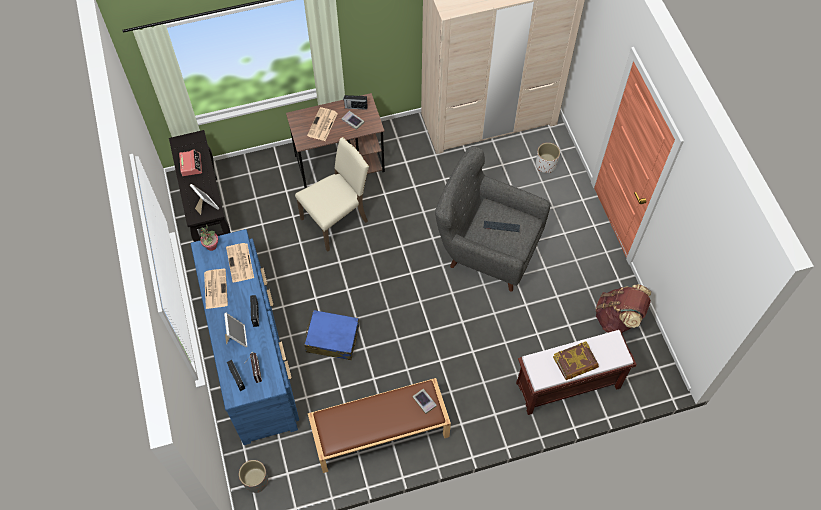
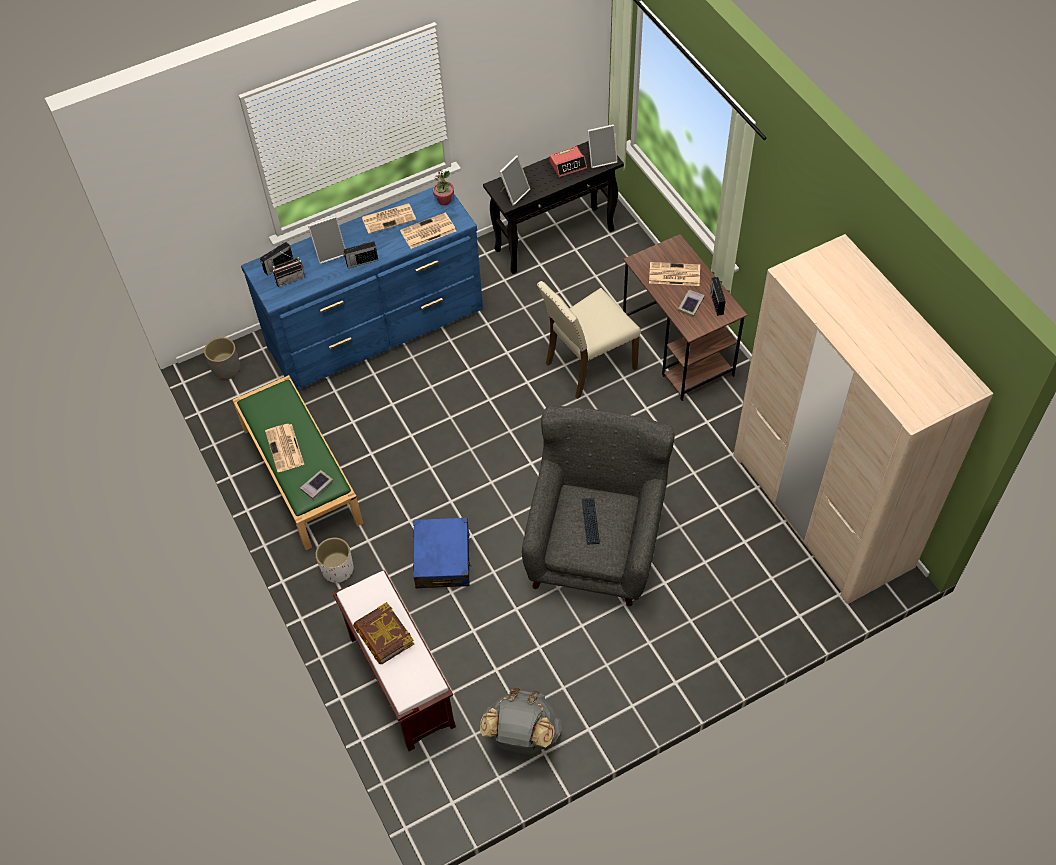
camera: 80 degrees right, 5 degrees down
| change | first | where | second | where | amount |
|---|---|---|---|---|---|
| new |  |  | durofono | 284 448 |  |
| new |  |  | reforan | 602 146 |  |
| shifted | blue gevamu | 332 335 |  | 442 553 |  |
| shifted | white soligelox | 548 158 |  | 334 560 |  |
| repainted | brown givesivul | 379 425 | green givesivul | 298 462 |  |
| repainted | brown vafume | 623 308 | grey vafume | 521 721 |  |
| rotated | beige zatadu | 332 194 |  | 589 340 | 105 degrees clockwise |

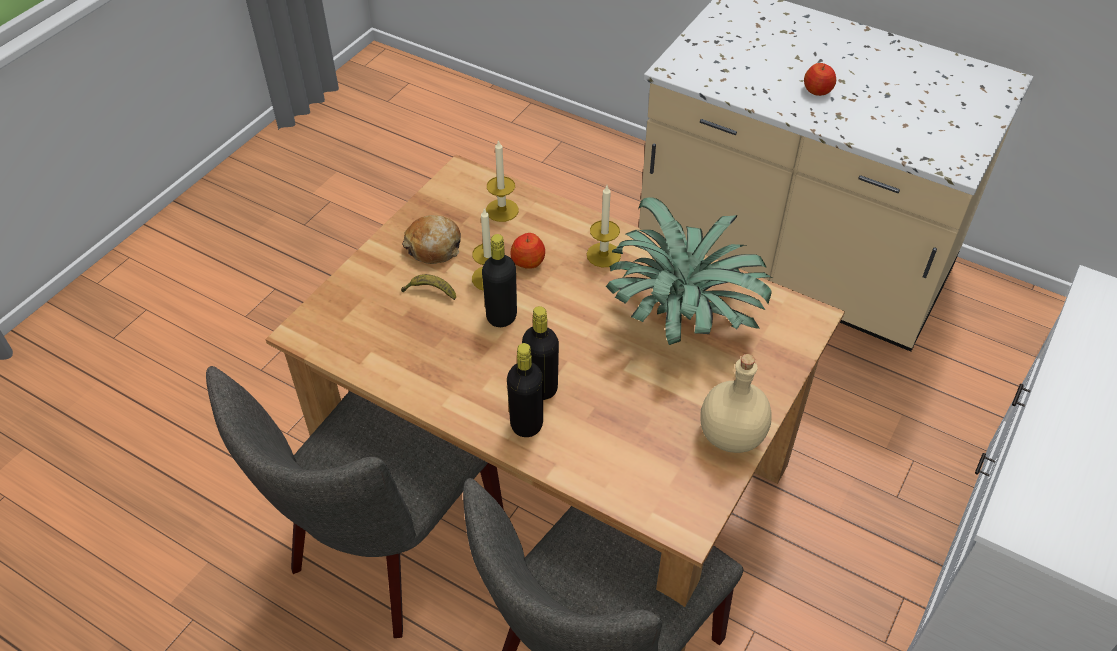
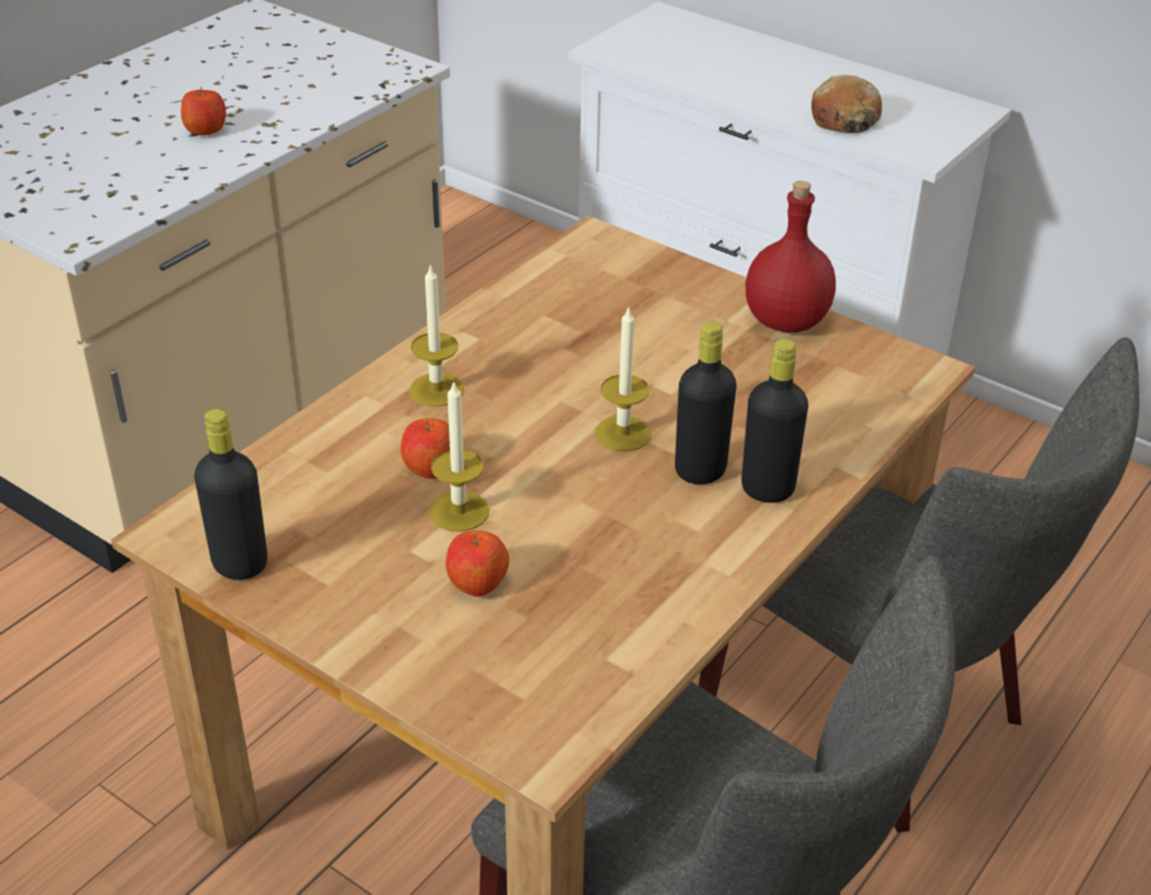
camera: 85 degrees left, 10 degrees down
| change | first | where | second | where | amount |
|---|---|---|---|---|---|
| gone | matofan | 689 271 |  |  |  |
| shifted | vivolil | 431 239 |  | 846 104 |  |
| shifted | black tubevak | 499 280 |  | 231 494 |  |
| shifted | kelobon | 502 181 |  | 623 379 |  |
| swapped | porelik | 428 287 | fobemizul | 477 564 |  |
| repainted | beige tubevak | 736 403 | red tubevak | 790 256 |  |

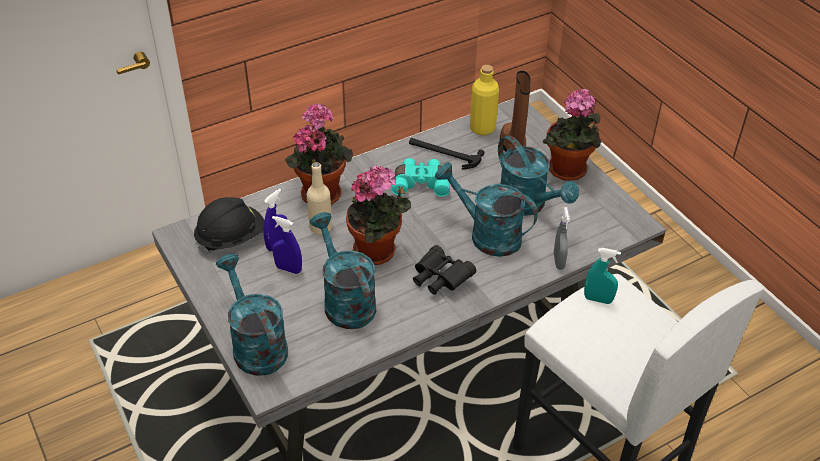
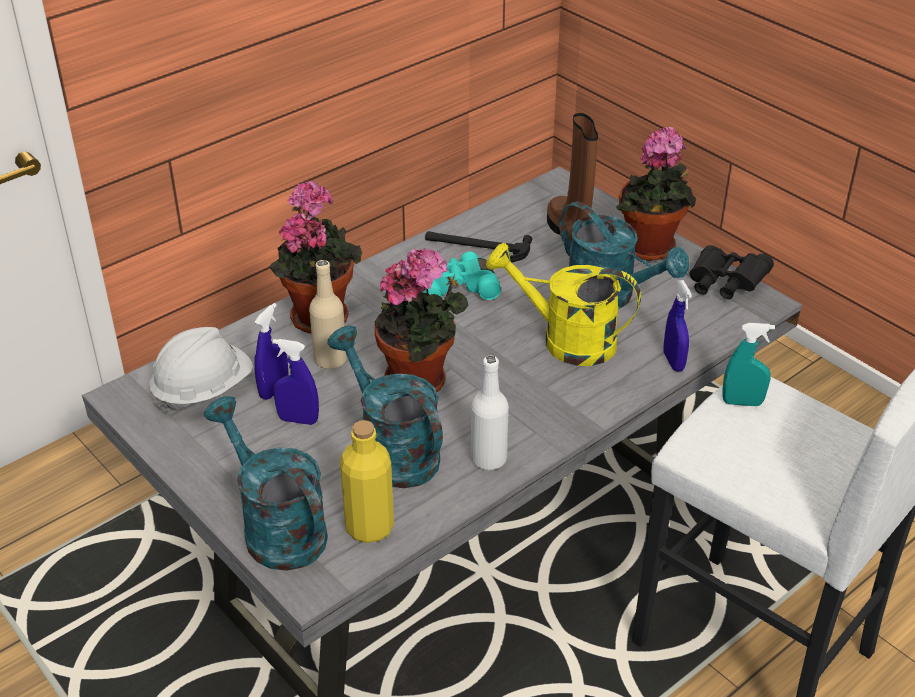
camera: 10 degrees left, 5 degrees down
| change | first | where | second | where | amount |
|---|---|---|---|---|---|
| new |  |  | white tubevak | 490 413 |  |
| shifted | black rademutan | 444 270 |  | 731 272 |  |
| shifted | yellow tubevak | 484 100 |  | 367 481 |  |
| repainted | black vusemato | 229 224 | white vusemato | 201 370 |  |
| repainted | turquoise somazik | 486 209 | yellow somazik | 563 304 |  |
| repainted | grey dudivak | 562 238 | blue dudivak | 677 325 |  |

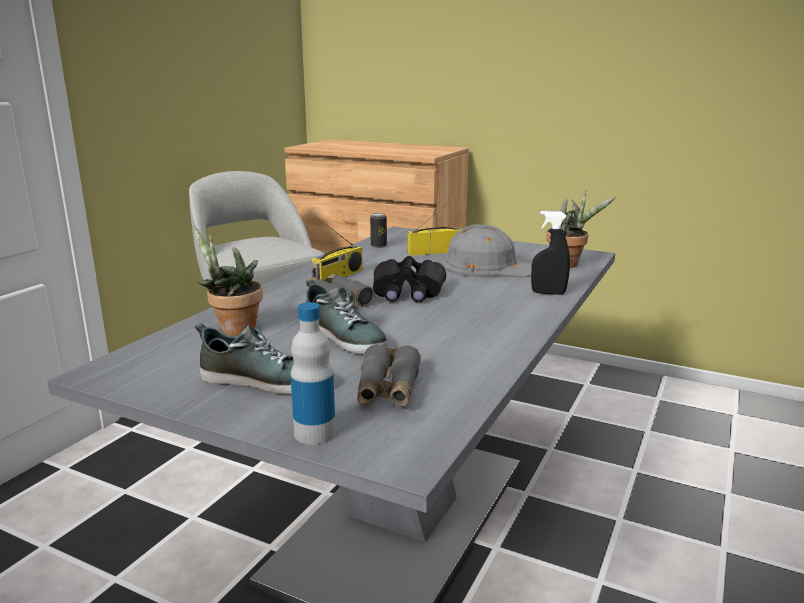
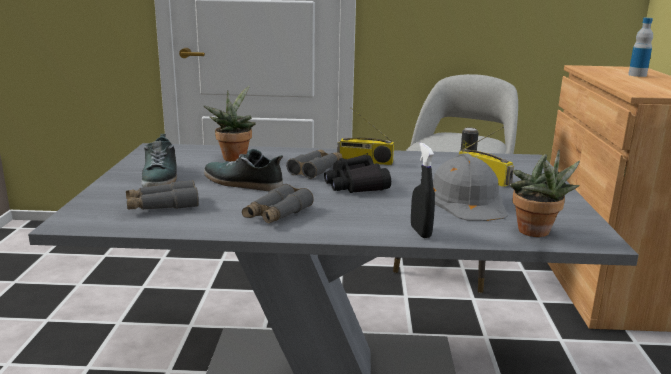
camera: 65 degrees right, 0 degrees up
| change | first | where | second | where | amount |
|---|---|---|---|---|---|
| new |  |  | grey rademutan | 278 204 |  |
| shifted | tubevak | 313 373 |  | 640 47 |  |
| rotated | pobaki | 347 317 |  | 243 170 | 90 degrees clockwise |

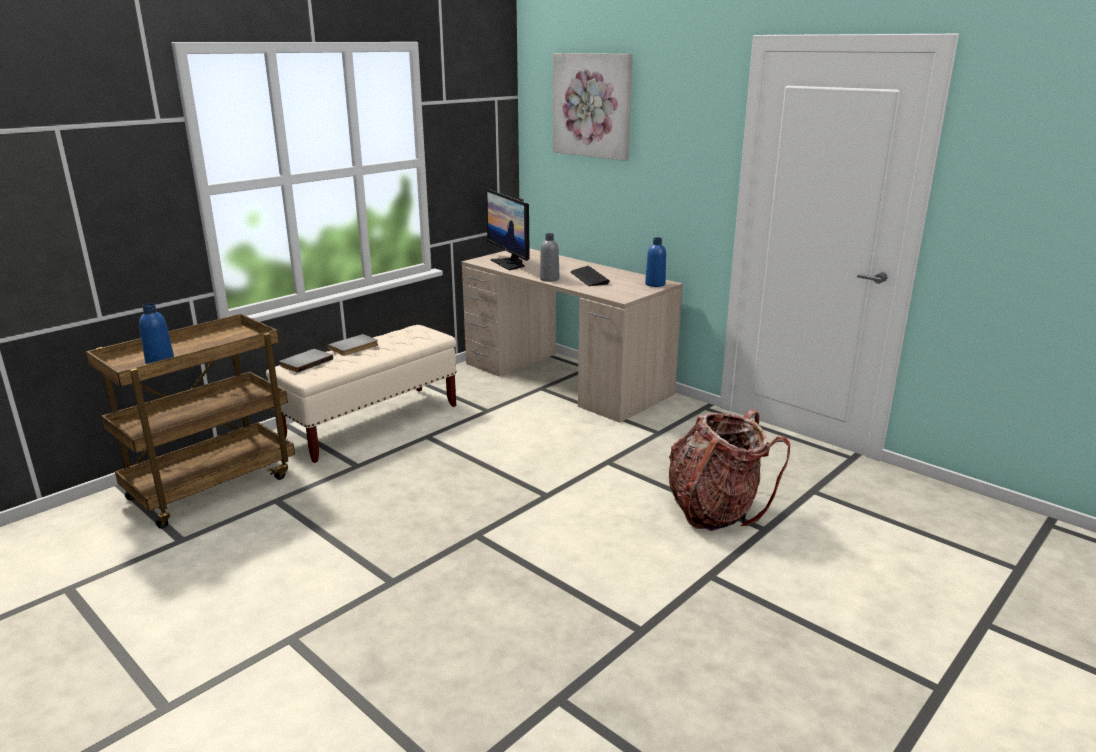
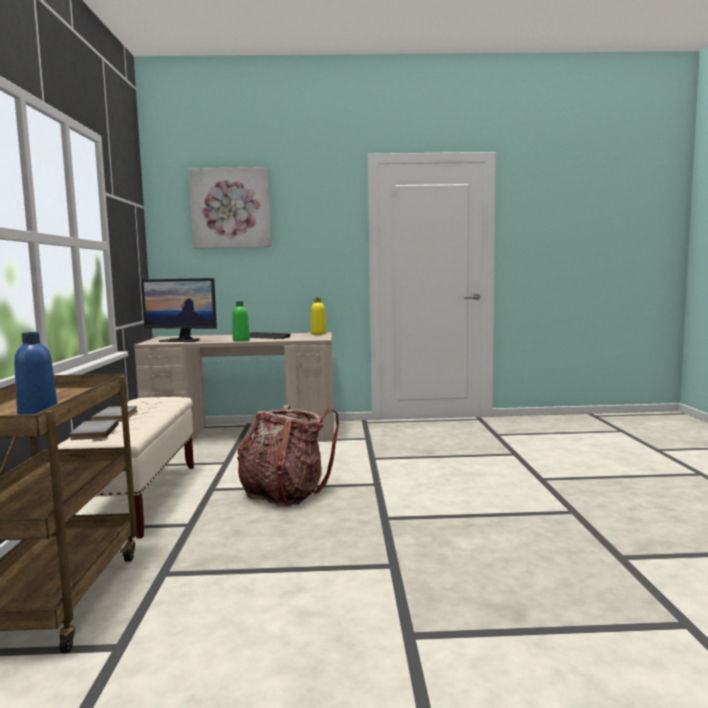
camera: 45 degrees left, 15 degrees down
| change | first | where | second | where | amount |
|---|---|---|---|---|---|
| shifted | vafume | 729 470 |  | 288 456 |  |
| repainted | grey tubevak | 549 257 | green tubevak | 241 321 |  |
| repainted | blue tubevak | 655 262 | yellow tubevak | 318 316 |  |

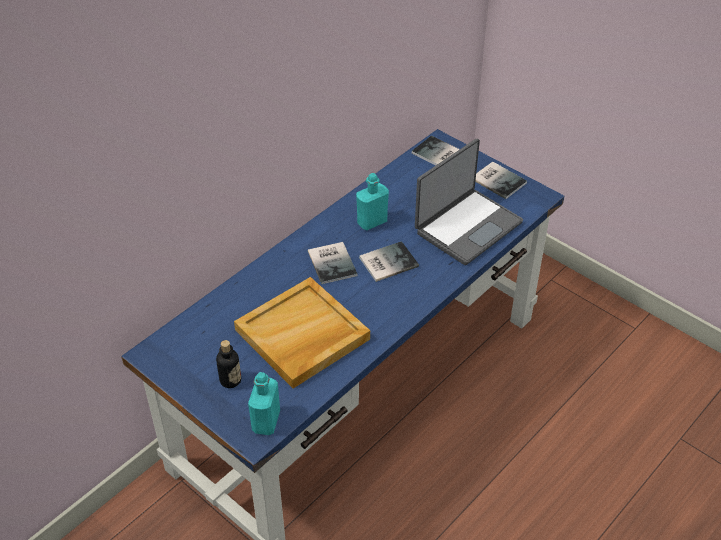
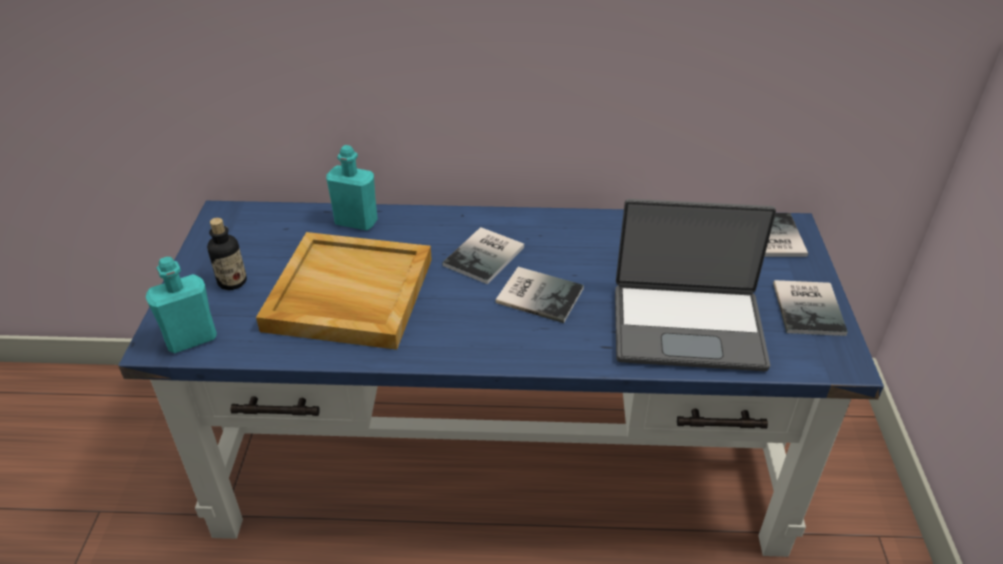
camera: 50 degrees right, 5 degrees down
| change | first | where | second | where | amount |
|---|---|---|---|---|---|
| shifted | turquoise tubevak | 372 201 |  | 352 188 |  |

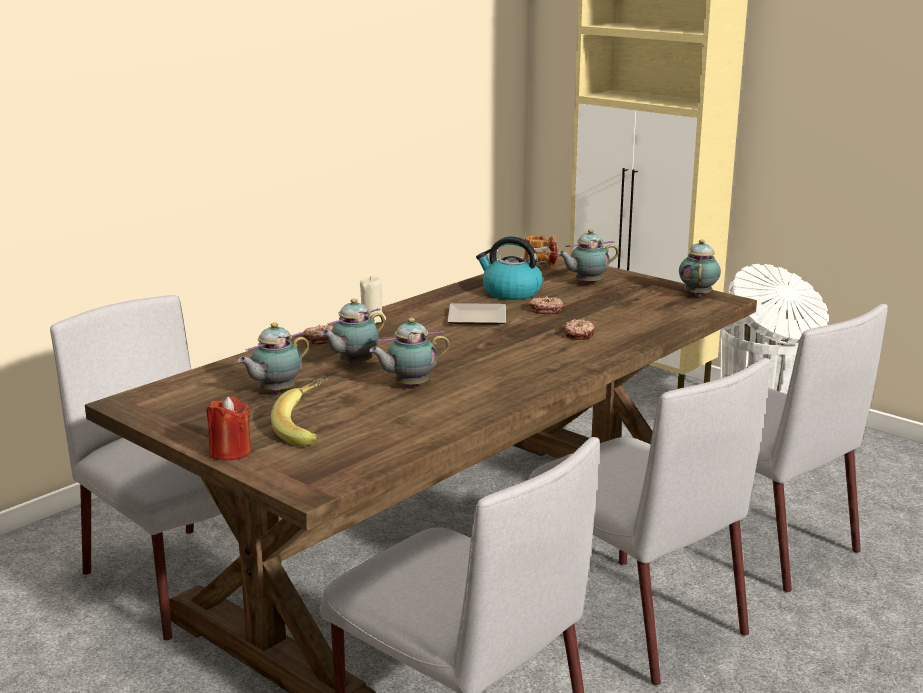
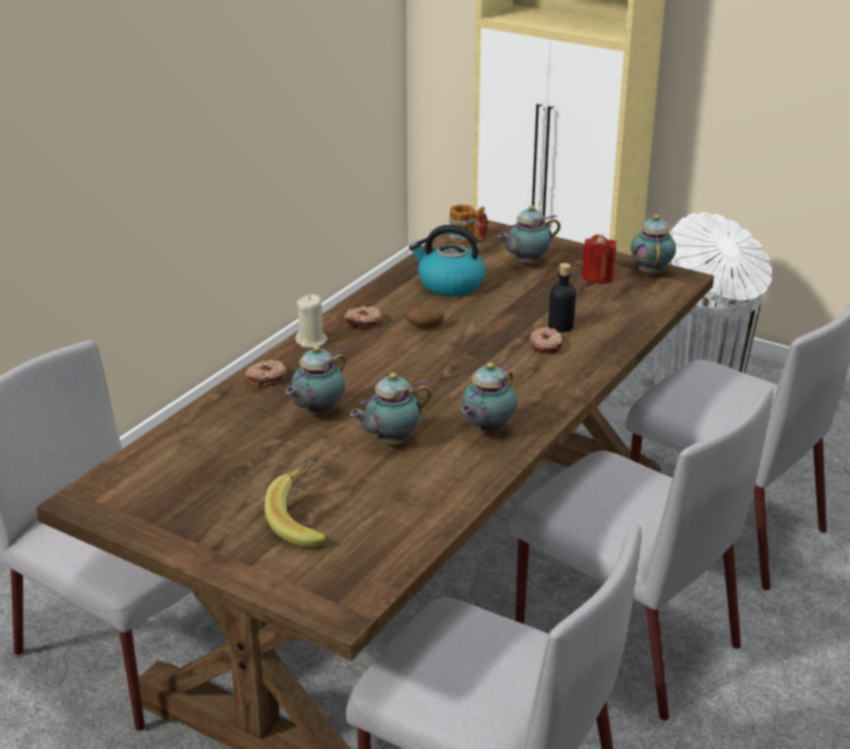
camera: 10 degrees left, 10 degrees up
| change | first | where | second | where | amount |
|---|---|---|---|---|---|
| new |  |  | black tubevak | 562 297 |  |
| shifted | red kelobon | 228 429 |  | 599 259 |  |
| shifted | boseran | 273 357 |  | 489 398 |  |
| shifted | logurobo | 545 305 |  | 363 317 |  |
| swapped | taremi | 477 314 | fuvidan | 424 317 |  |

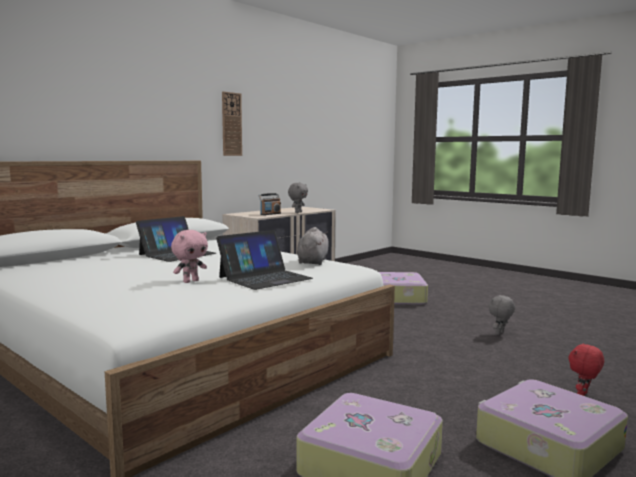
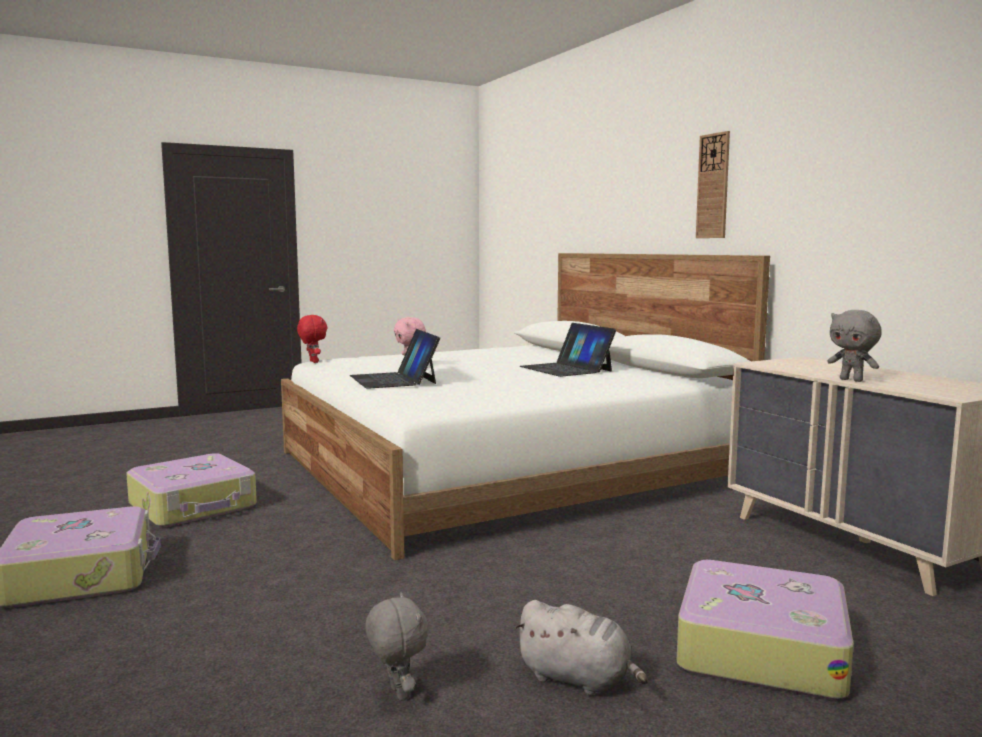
camera: 110 degrees right, 0 degrees up
| change | first | where | second | where | amount |
|---|---|---|---|---|---|
| gone | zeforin | 269 204 |  |  |  |
| shifted | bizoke | 232 123 |  | 713 184 |  |
| shifted | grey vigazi | 313 246 |  | 581 647 |  |
| shifted | red vigazi | 586 369 |  | 312 339 |  |

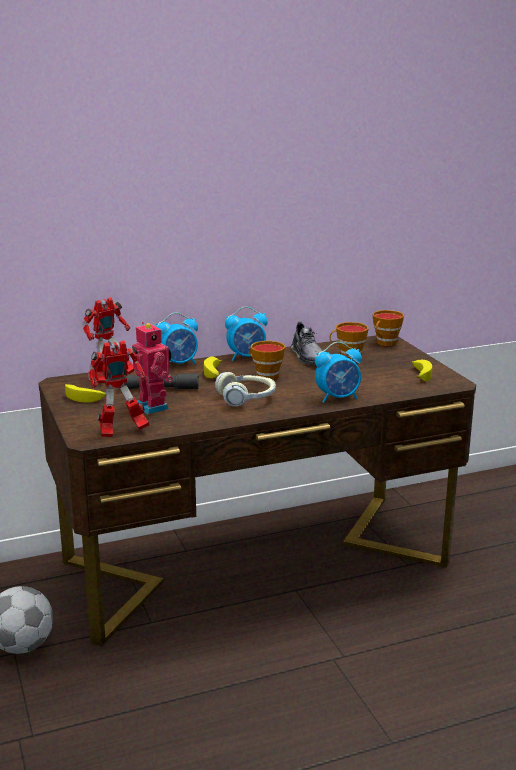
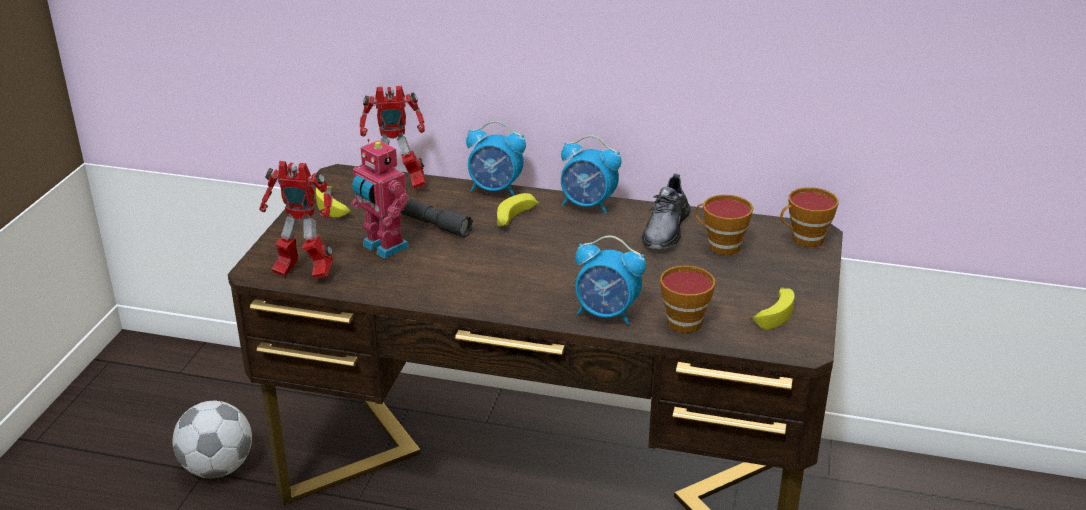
camera: 35 degrees right, 10 degrees up
| change | first | where | second | where | amount |
|---|---|---|---|---|---|
| gone | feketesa | 245 389 |  |  |  |
| shifted | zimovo | 267 360 |  | 687 299 |  |
| rotated | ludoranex | 152 368 |  | 380 199 | 135 degrees clockwise |

